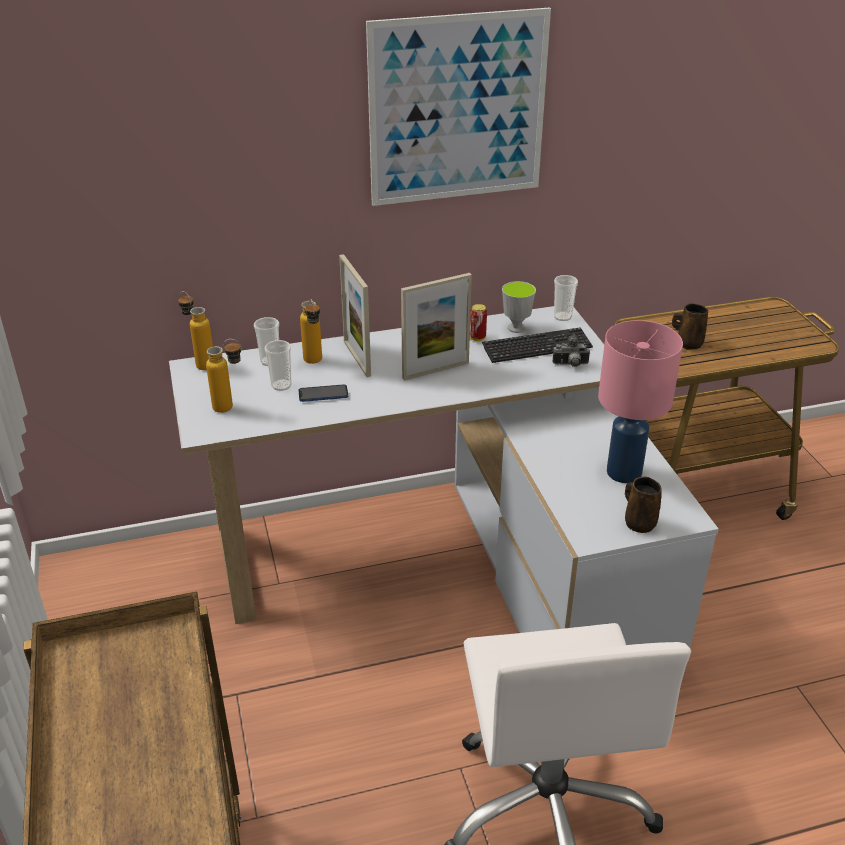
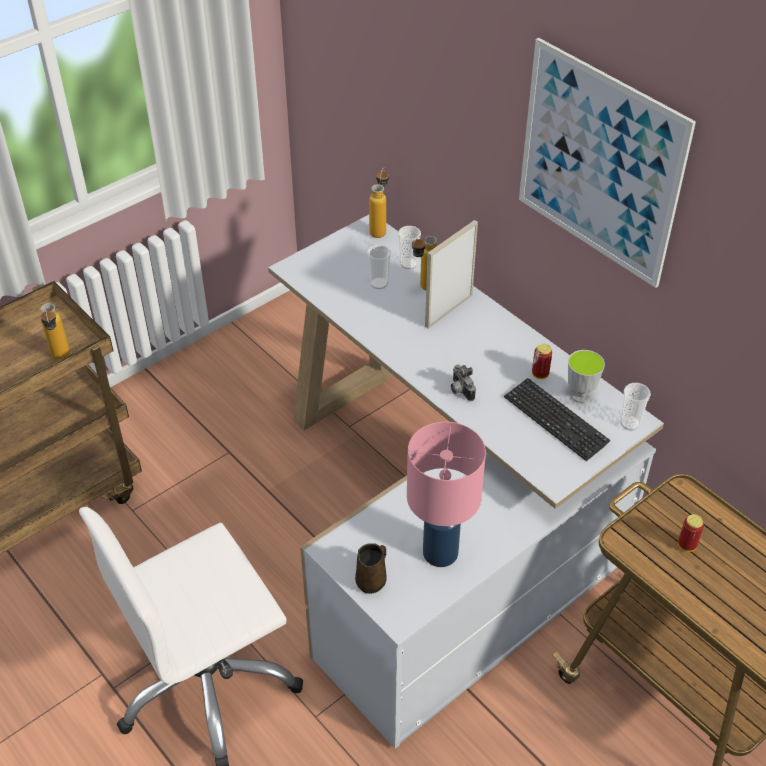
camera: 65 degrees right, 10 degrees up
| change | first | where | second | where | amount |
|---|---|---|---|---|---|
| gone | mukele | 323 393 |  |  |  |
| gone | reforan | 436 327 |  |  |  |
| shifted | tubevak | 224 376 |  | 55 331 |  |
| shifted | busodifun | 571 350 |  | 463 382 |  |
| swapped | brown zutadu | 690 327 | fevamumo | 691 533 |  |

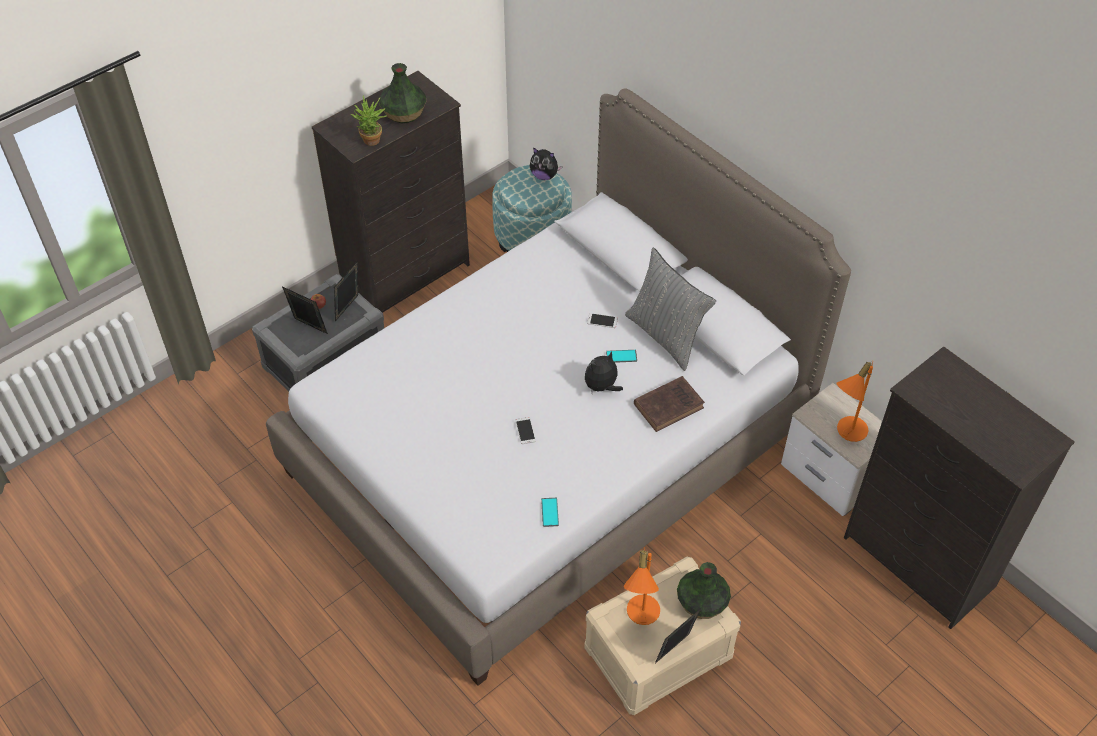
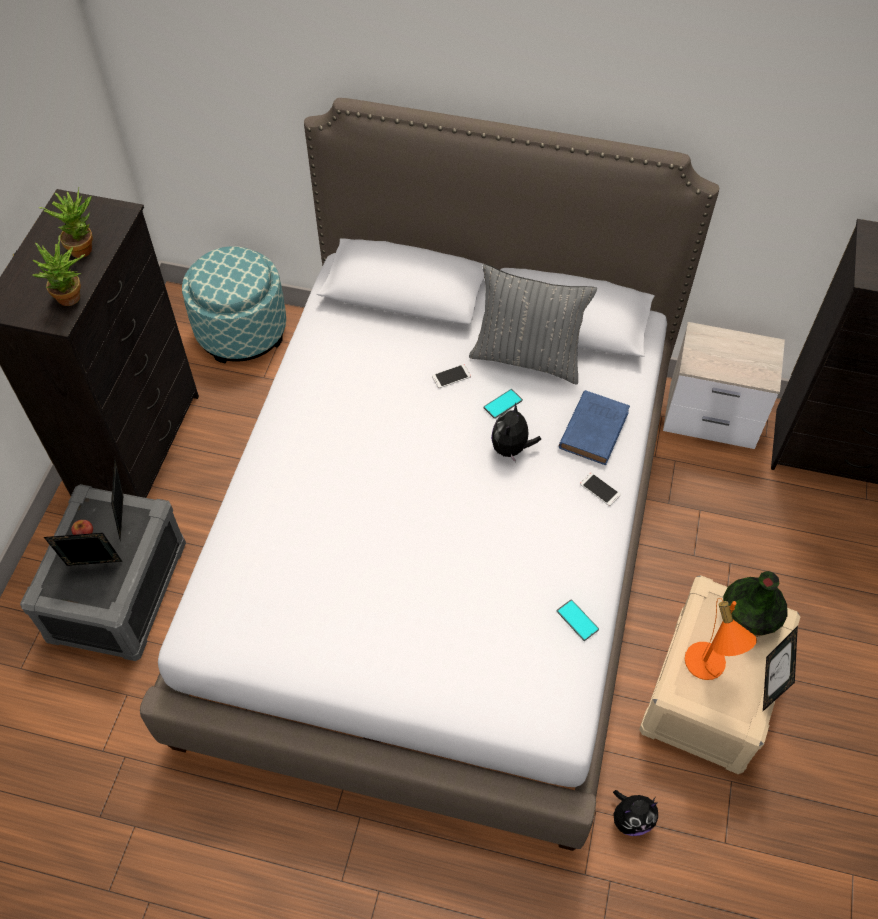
camera: 35 degrees left, 5 degrees up
| change | first | where | second | where | amount |
|---|---|---|---|---|---|
| gone | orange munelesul | 855 401 |  |  |  |
| shifted | mukele | 525 430 |  | 600 489 |  |
| shifted | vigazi | 546 164 |  | 635 813 |  |
| swapped | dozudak | 402 93 | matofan | 66 223 |  |
| repainted | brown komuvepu | 669 404 | blue komuvepu | 594 427 |  |

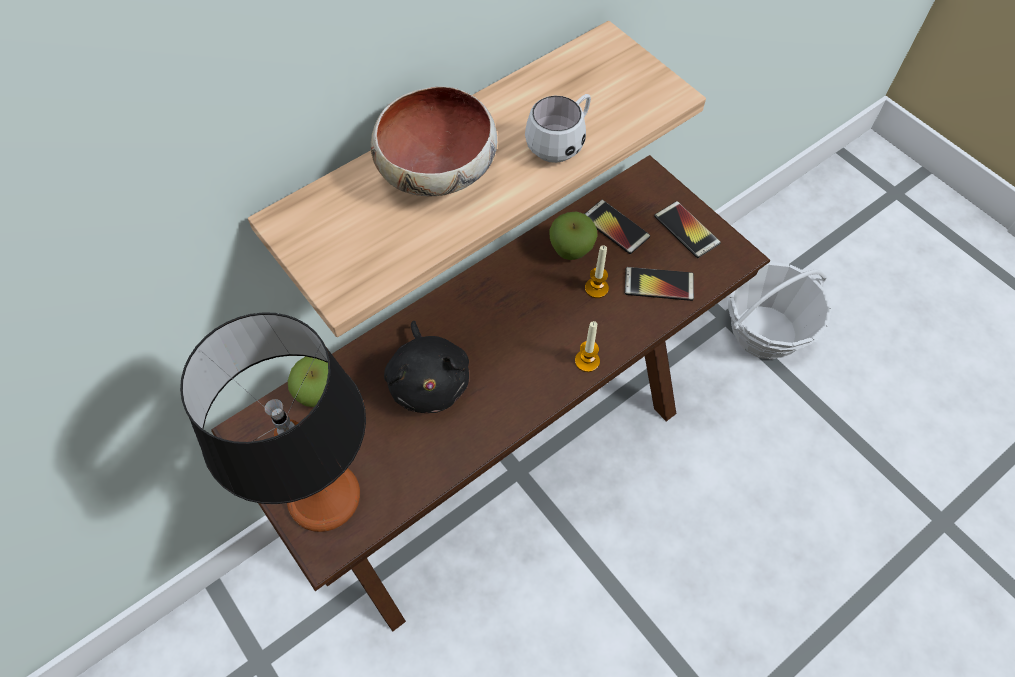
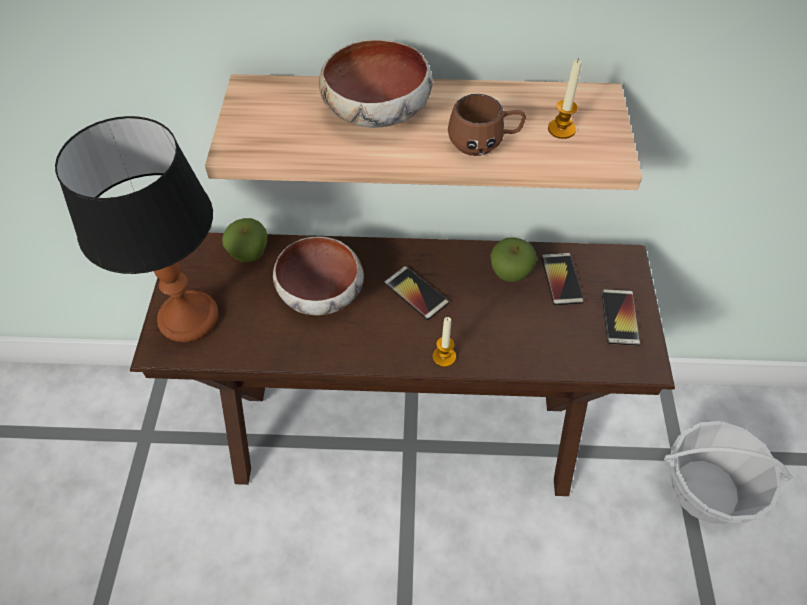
camera: 40 degrees right, 5 degrees down
| change | first | where | second | where | amount |
|---|---|---|---|---|---|
| shifted | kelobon | 597 272 |  | 565 98 |  |
| shifted | mukele | 659 284 |  | 416 293 |  |
| swapped | black vigazi | 426 367 | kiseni | 318 275 |  |
| repainted | white zutadu | 558 128 | brown zutadu | 487 125 |  |

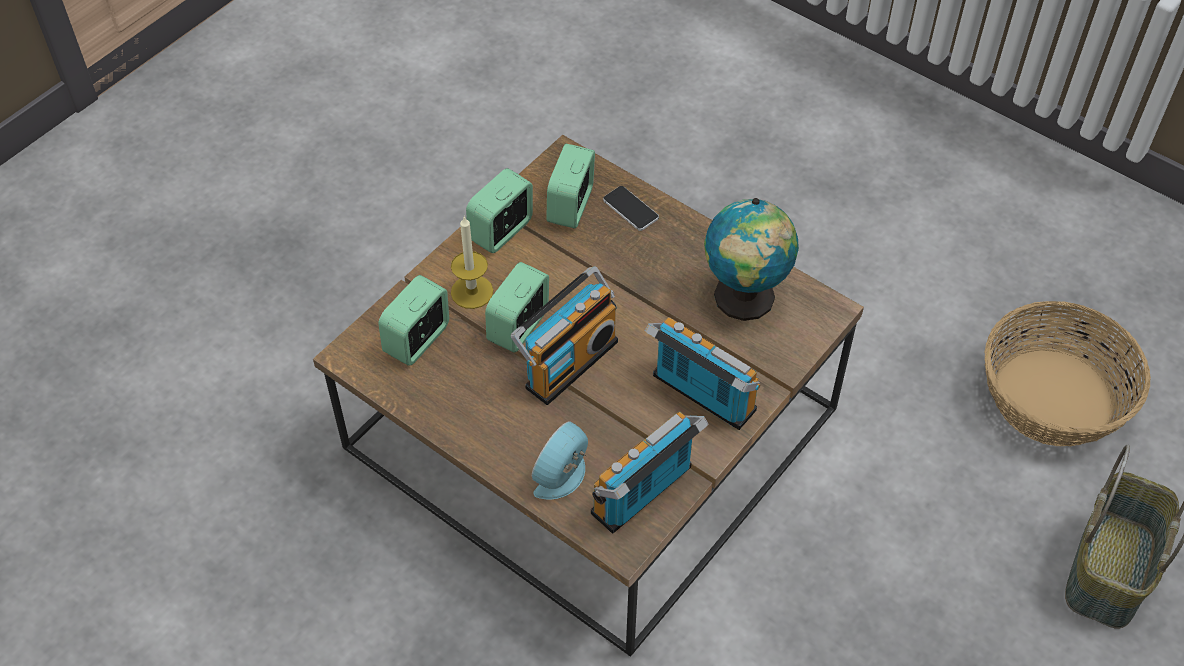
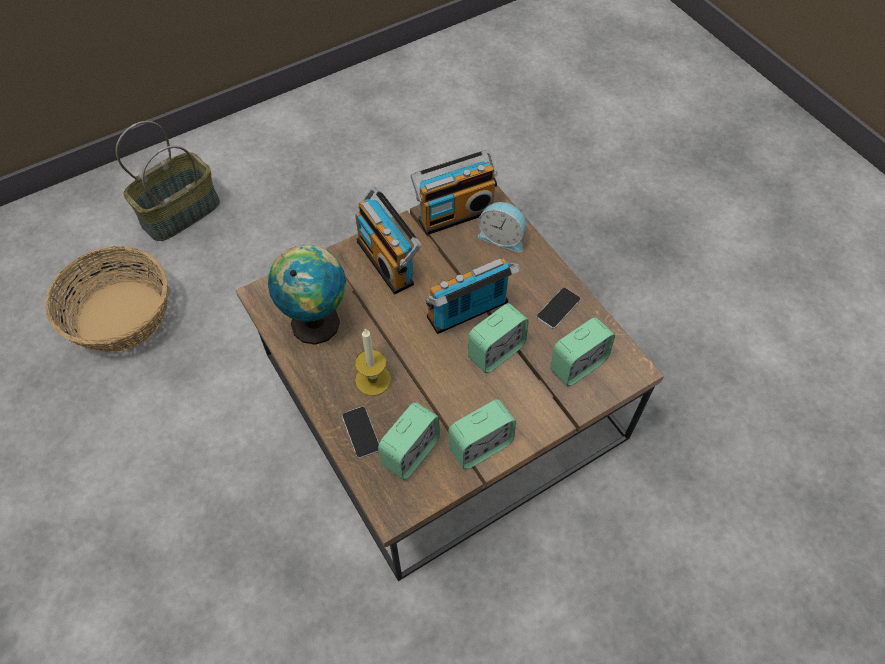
camera: 160 degrees left, 5 degrees up
| change | first | where | second | where | amount |
|---|---|---|---|---|---|
| new |  |  | mukele | 559 308 |  |
| shifted | kelobon | 472 262 |  | 373 362 |  |
| rotated | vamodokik | 560 460 |  | 502 227 | 60 degrees clockwise |

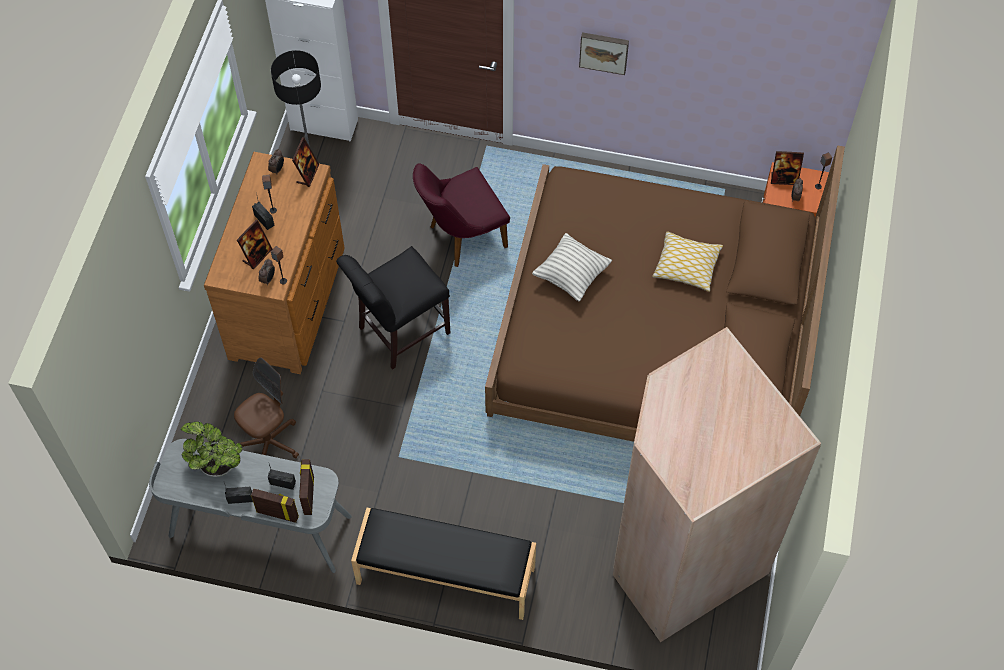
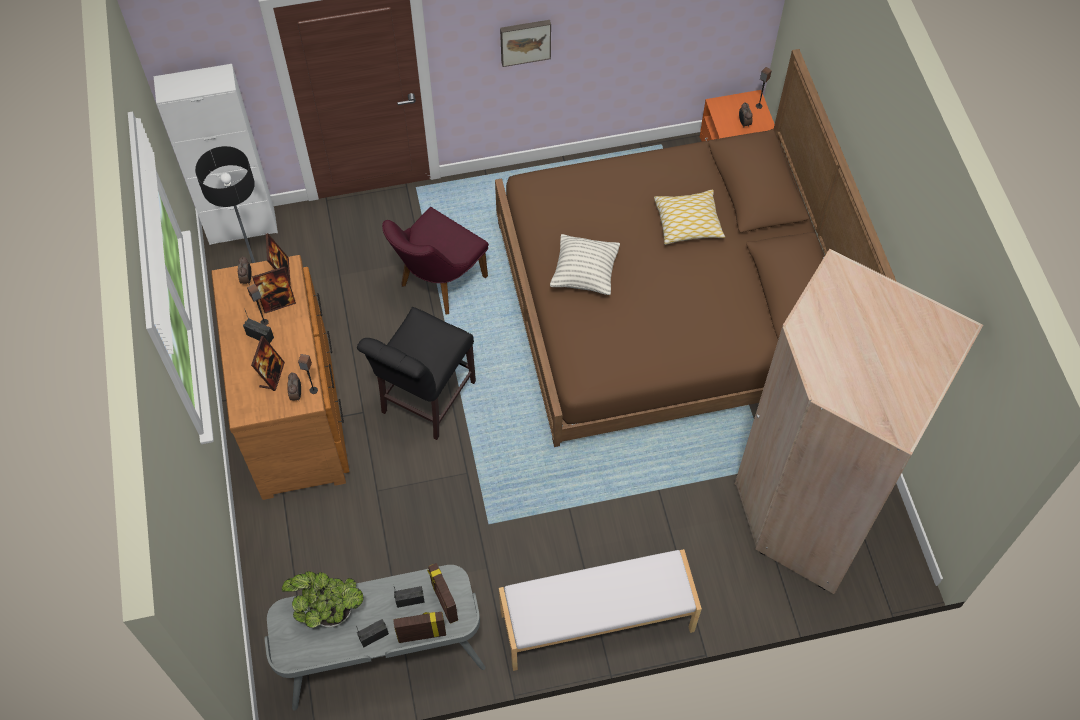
camera: 25 degrees left, 0 degrees up
| change | first | where | second | where | amount |
|---|---|---|---|---|---|
| gone | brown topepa | 266 407 |  |  |  |
| shifted | reforan | 787 168 |  | 274 290 |  |
| repainted | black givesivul | 443 564 | white givesivul | 600 610 |  |

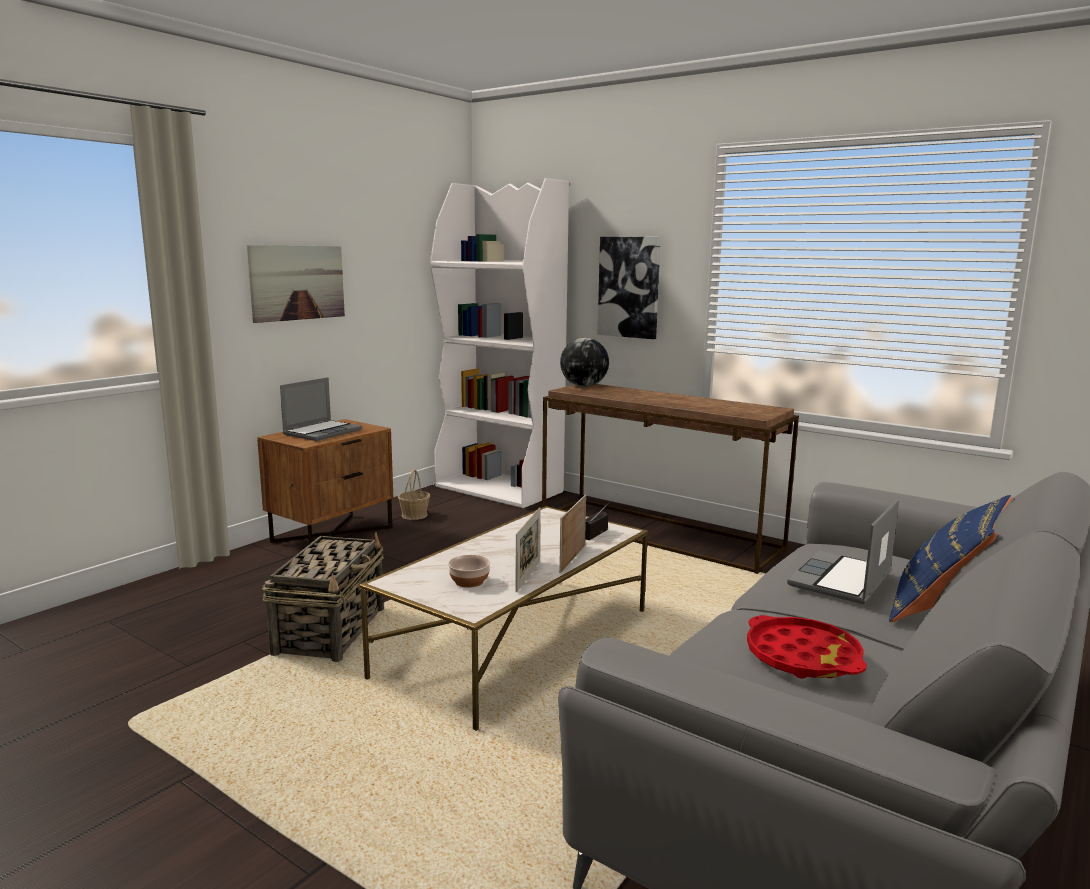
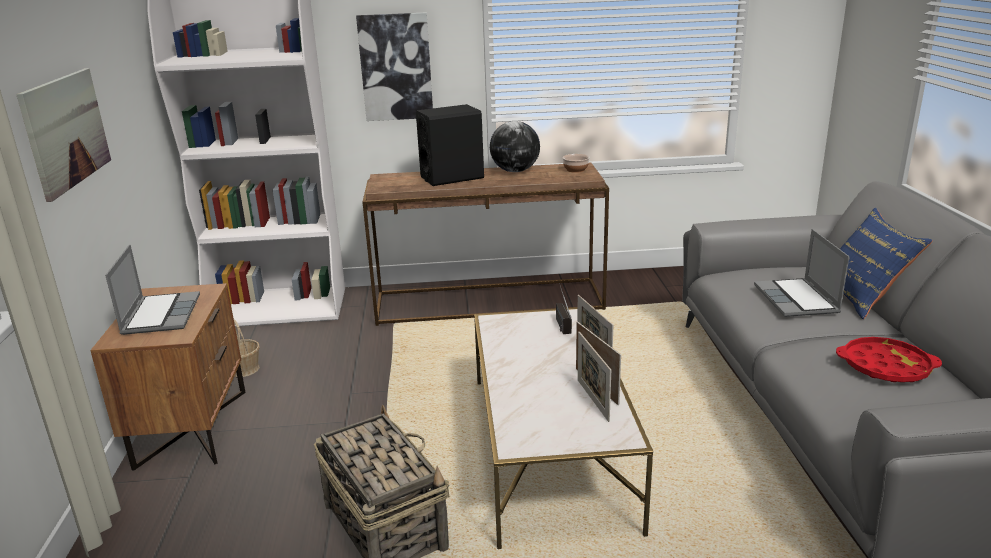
camera: 40 degrees left, 10 degrees up
| change | first | where | second | where | amount |
|---|---|---|---|---|---|
| new |  |  | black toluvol | 450 145 |  |
| new |  |  | reforan | 594 377 |  |
| shifted | kiseni | 469 571 |  | 576 163 |  |
| shifted | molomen | 584 362 |  | 515 146 |  |

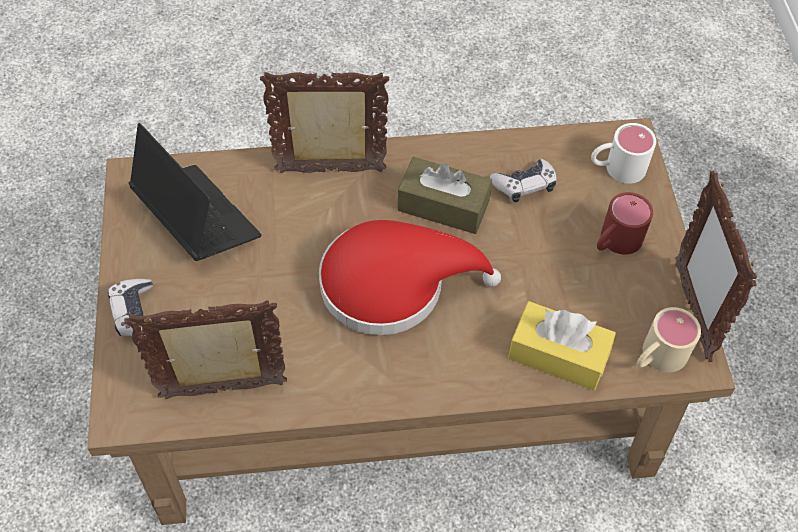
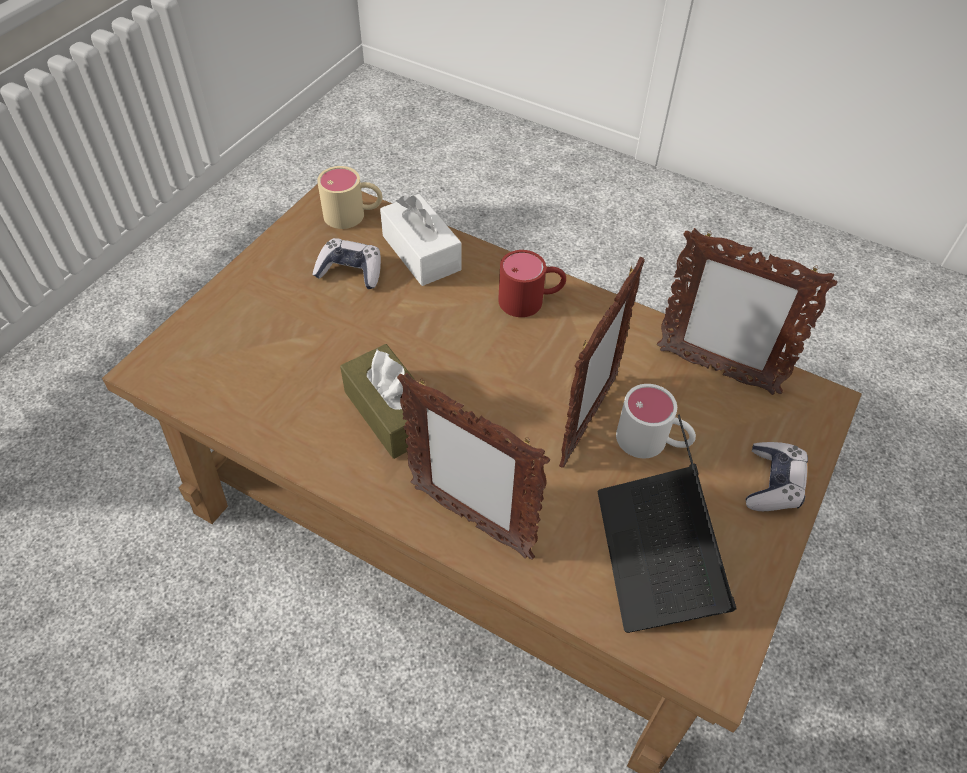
camera: 145 degrees left, 5 degrees down
| change | first | where | second | where | amount |
|---|---|---|---|---|---|
| gone | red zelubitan | 410 277 |  |  |  |
| shifted | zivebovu | 523 181 |  | 346 263 |  |
| shifted | white zutadu | 623 153 |  | 656 421 |  |
| shifted | red zutadu | 625 223 |  | 532 283 |  |
| shifted | reforan | 716 266 |  | 602 362 |  |
| repainted | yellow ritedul | 562 345 | white ritedul | 421 240 |  |

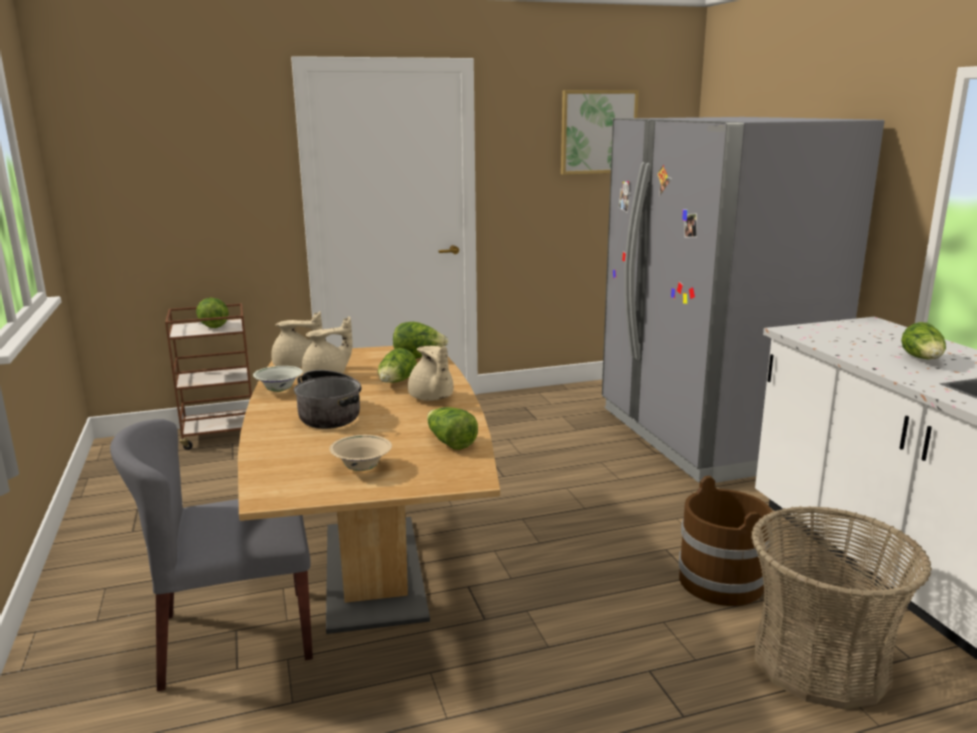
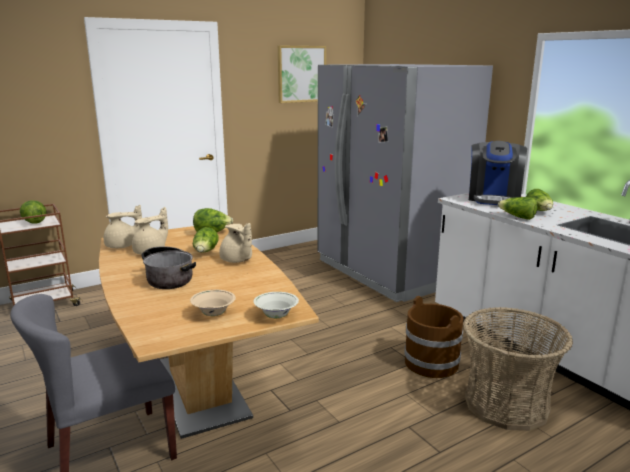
camera: 15 degrees left, 0 degrees up
| change | first | where | second | where | amount |
|---|---|---|---|---|---|
| new |  |  | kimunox | 498 173 |  |
| shifted | white kiseni | 278 379 |  | 276 305 |  |
| shifted | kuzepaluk | 452 428 |  | 517 208 |  |

